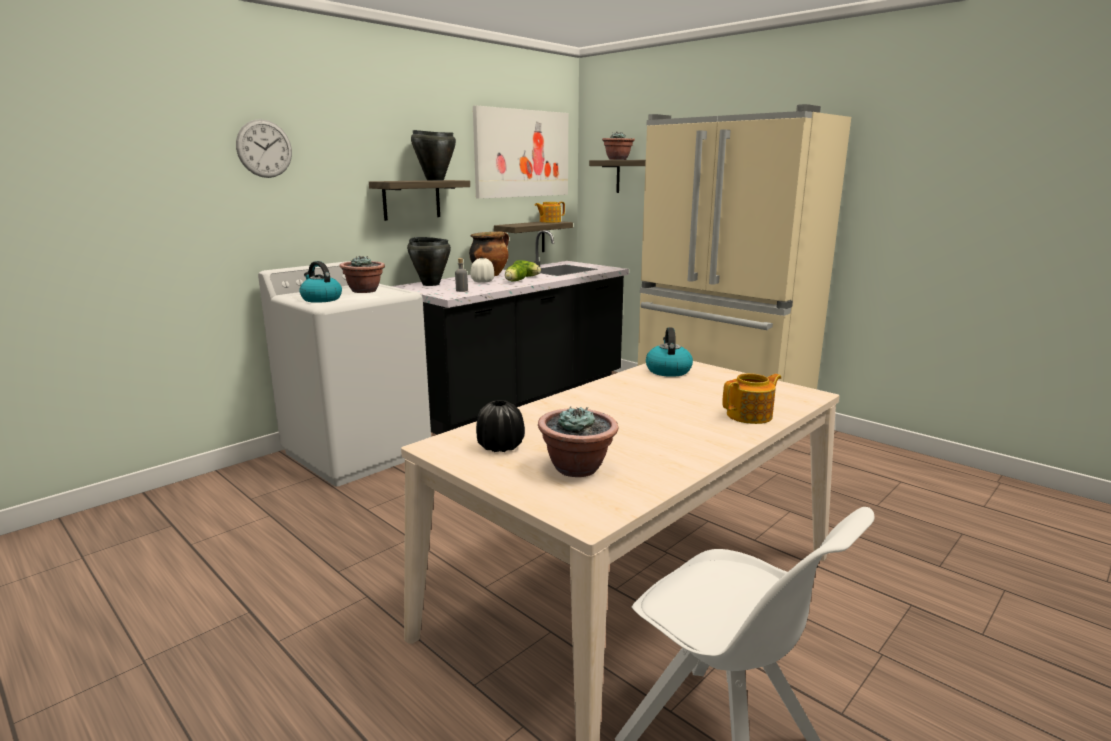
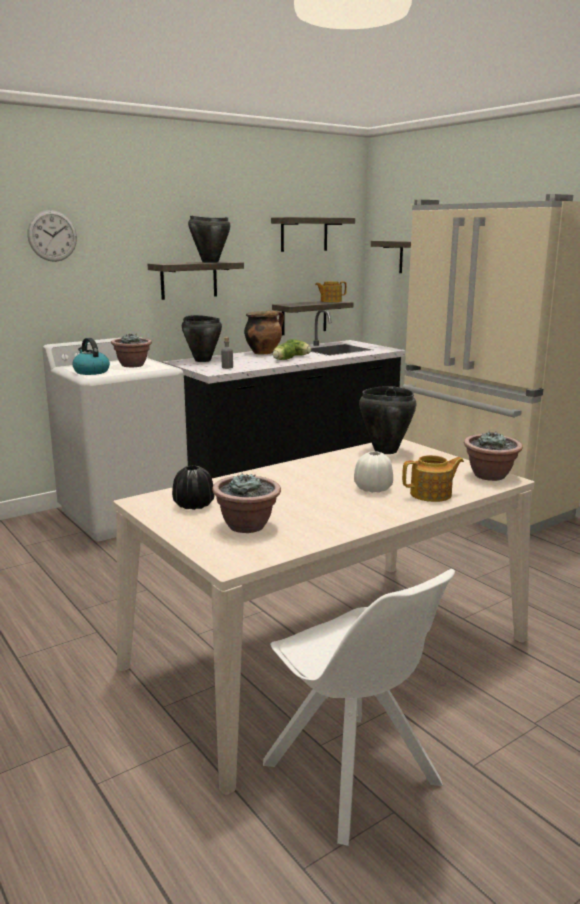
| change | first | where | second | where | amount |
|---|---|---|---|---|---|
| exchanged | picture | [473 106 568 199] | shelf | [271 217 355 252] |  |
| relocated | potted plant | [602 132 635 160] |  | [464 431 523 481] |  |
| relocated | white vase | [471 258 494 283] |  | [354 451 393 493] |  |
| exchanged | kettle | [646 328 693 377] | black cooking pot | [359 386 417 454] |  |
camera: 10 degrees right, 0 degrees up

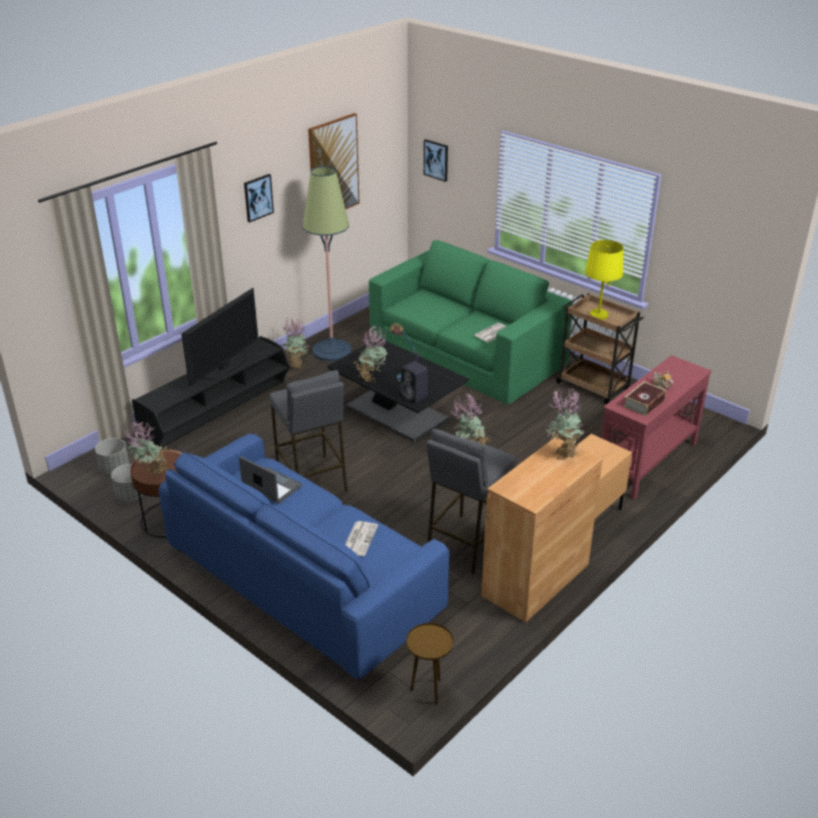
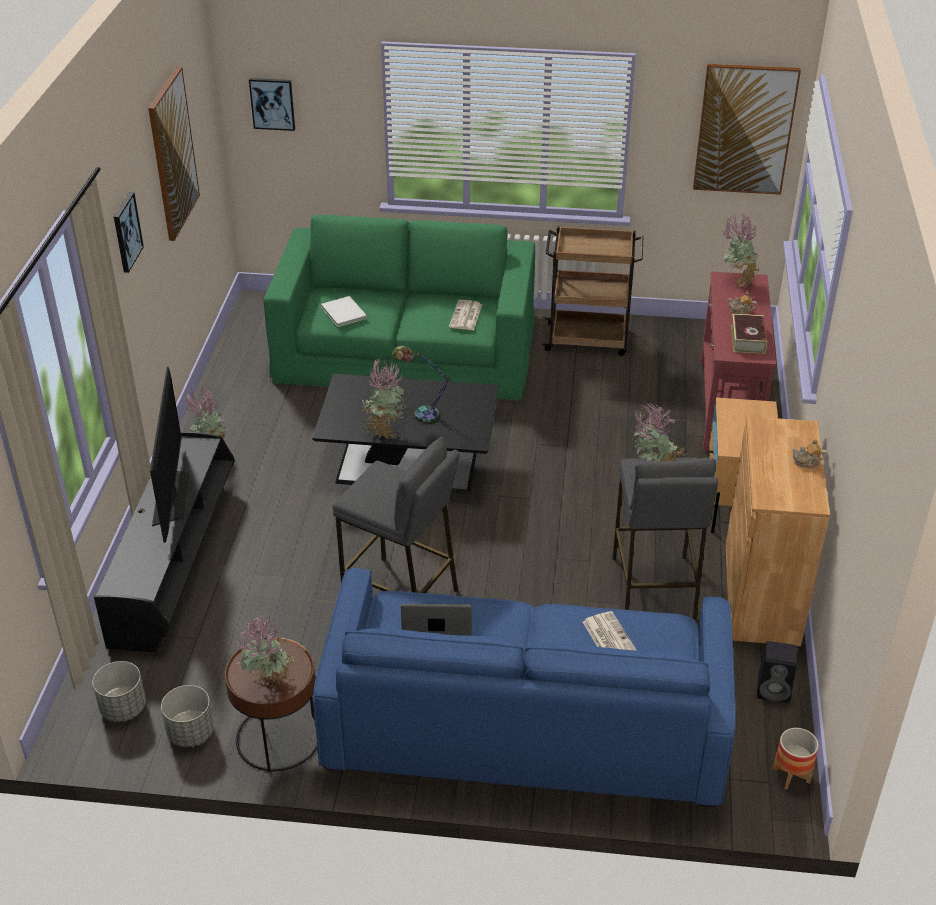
| change | first | where | second | where | amount |
|---|---|---|---|---|---|
| missing | floor lamp | [303 166 352 361] |  |  |  |
| missing | yellow table lamp | [585 240 623 320] |  |  |  |
| relocated | black speaker | [400 361 428 404] |  | [757 641 797 703] |  |
| relocated | potted plant | [546 388 584 459] |  | [721 213 760 290] |  |
| exchanged | brown side table | [406 623 454 705] | planter | [773 728 819 790] |  |
| appeared |  |  | picture | [693 64 801 195] |  |
| appeared |  |  | white book | [321 296 367 327] |  |
| appeared |  |  | teapot | [792 439 827 469] |  |
camera: 35 degrees left, 5 degrees up

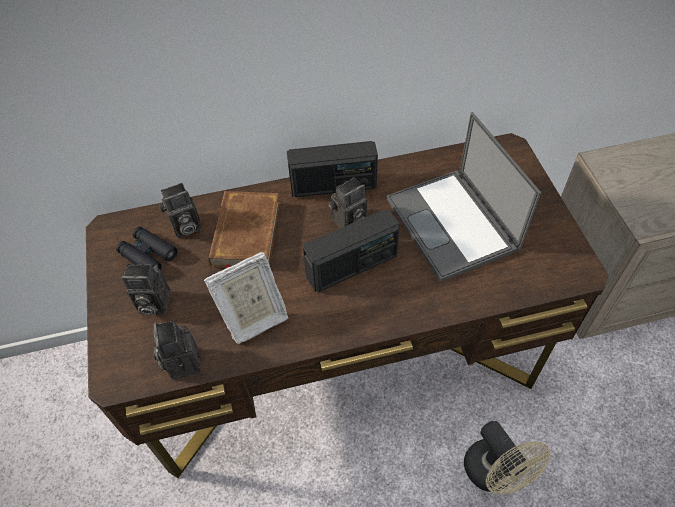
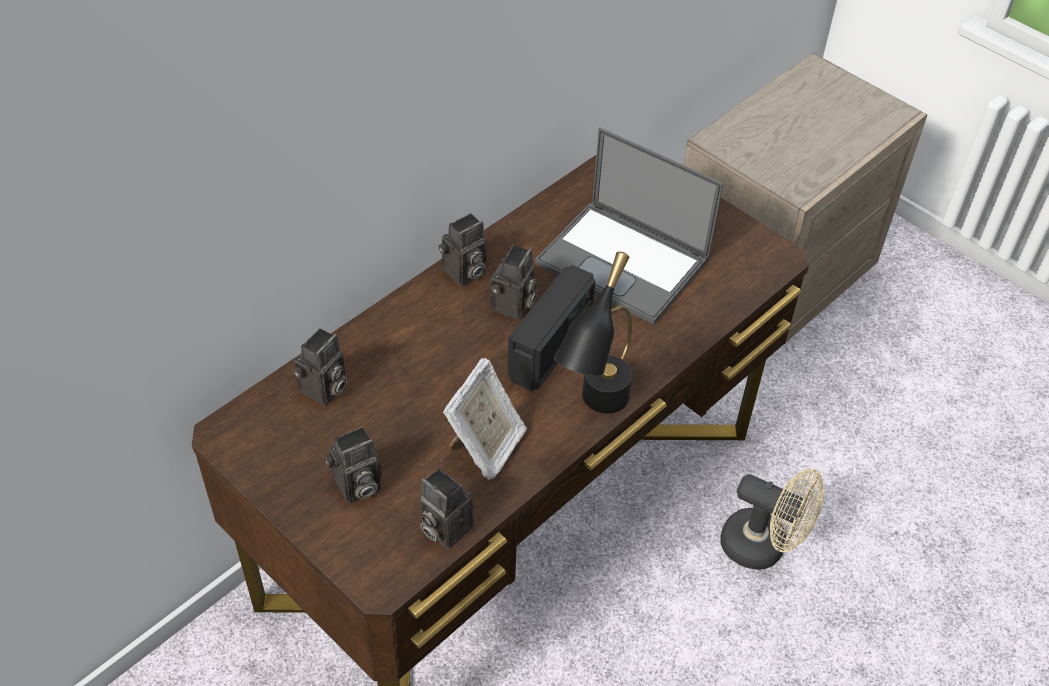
| change | first | where | second | where | amount |
|---|---|---|---|---|---|
| exchanged | radio | [287 141 378 197] | photo camera | [439 213 487 286] |  |
| missing | brown book | [208 191 280 269] |  |  |  |
| missing | black binoculars | [116 227 178 270] |  |  |  |
| appeared |  |  | black table lamp | [554 252 632 414] |  |
camera: 35 degrees left, 5 degrees down

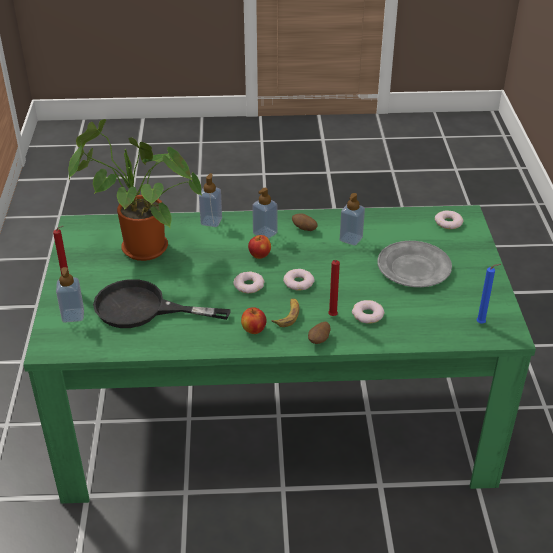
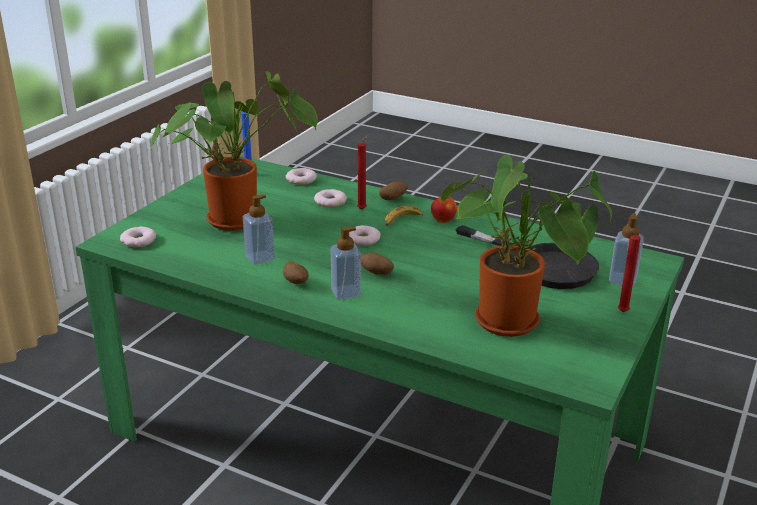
| change | first | where | second | where | amount |
|---|---|---|---|---|---|
| missing | soap dispenser | [199 173 222 227] |  |  |  |
| exchanged | apple | [248 235 271 259] | potato | [361 252 394 275] |  |
| exchanged | grey plate | [377 241 452 287] | potted plant | [151 71 317 231] |  |
| relocated | donut | [233 271 264 293] |  | [285 168 317 185] |  |
camera: 150 degrees left, 10 degrees down

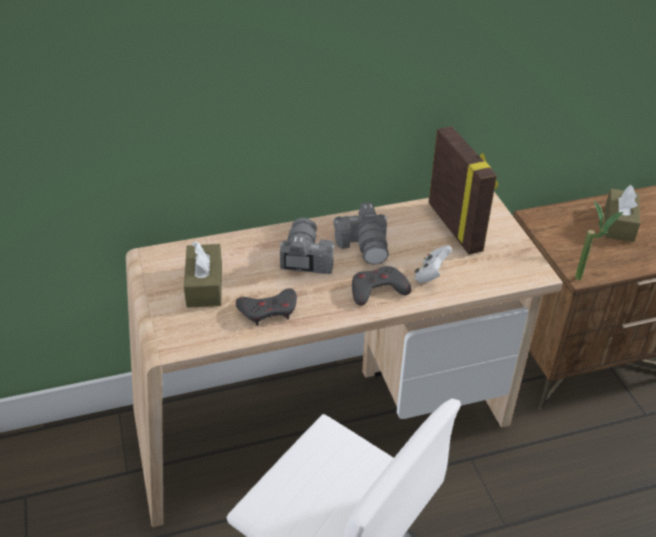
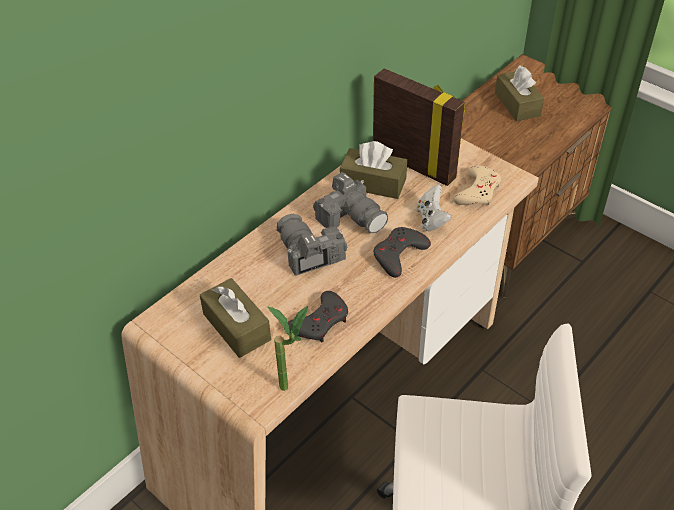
| change | first | where | second | where | amount |
|---|---|---|---|---|---|
| relocated | potted plant | [575 200 624 280] |  | [267 306 308 391] |  |
| appeared |  |  | brown tissue box | [340 141 407 199] |  |
| appeared |  |  | beige game controller | [453 165 501 205] |  |
camera: 30 degrees left, 5 degrees up

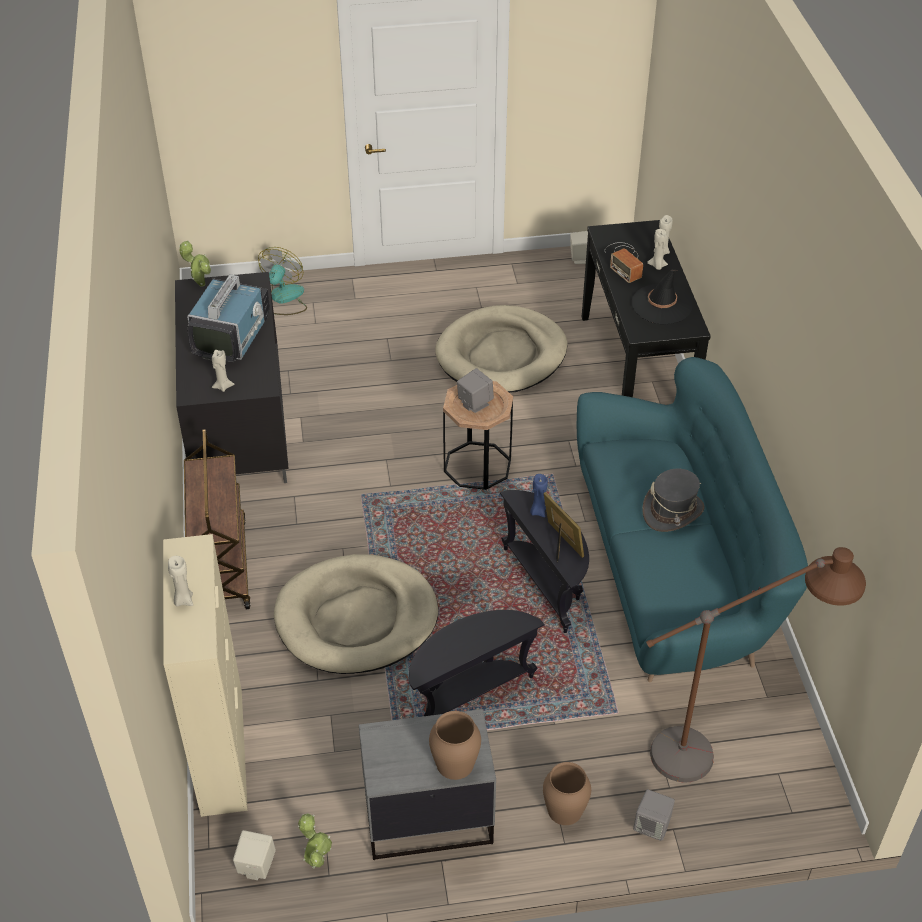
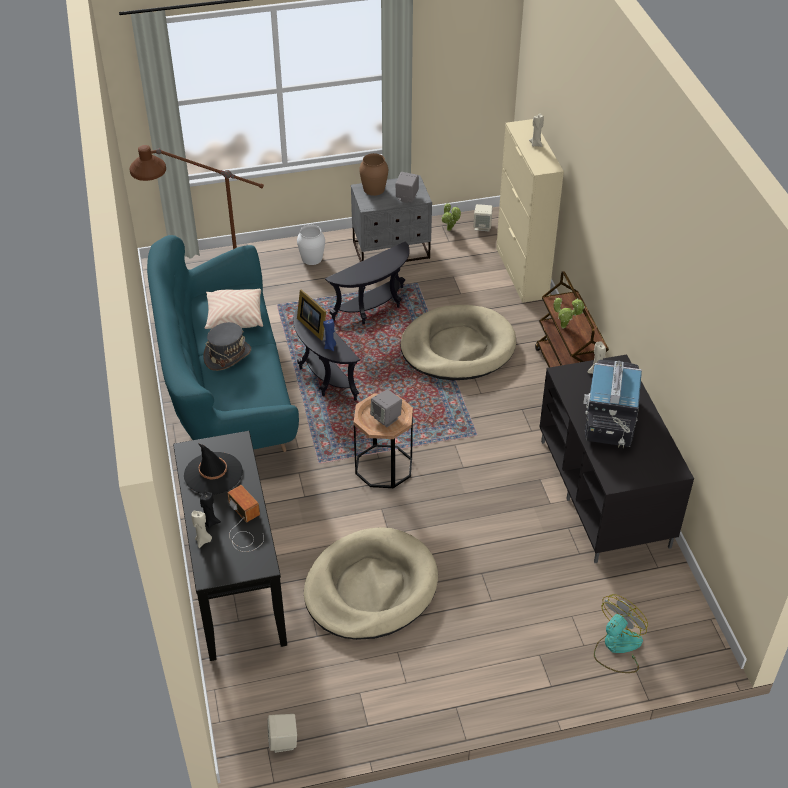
| change | first | where | second | where | amount |
|---|---|---|---|---|---|
| colour | beige candle | [647 229 668 270] | black candle | [200 491 221 528] |  |
| relocated | potted plant | [179 240 211 287] |  | [553 298 585 328] |  |
| spun | fan | [258 247 307 315] |  | [594 594 648 673] | 150 degrees counterclockwise |
| colour | brown vase | [543 762 591 825] | white vase | [297 225 325 265] |  |
| relocated | grey speaker | [633 789 675 841] |  | [396 172 419 203] |  |
| appeared |  |  | beige pillow | [205 289 263 329] |  |
camera: 175 degrees right, 0 degrees up

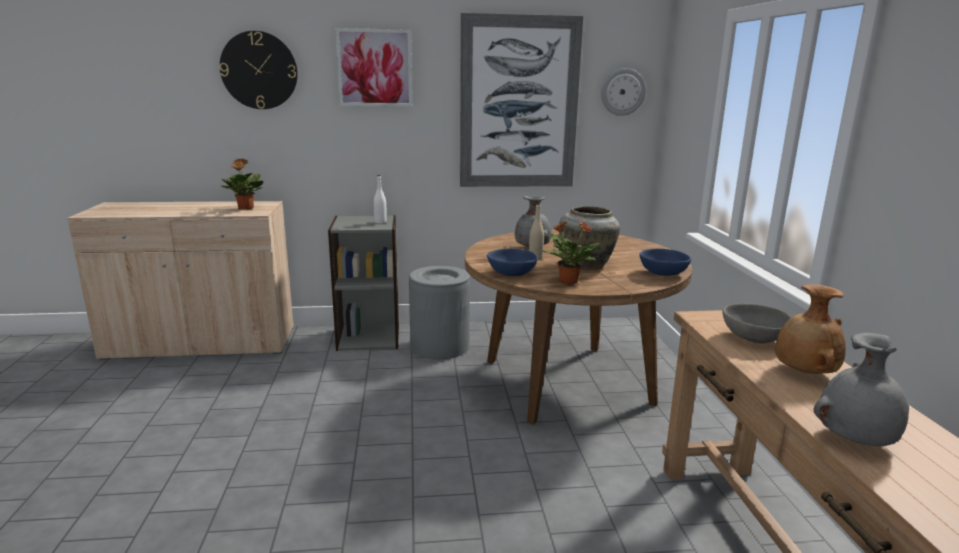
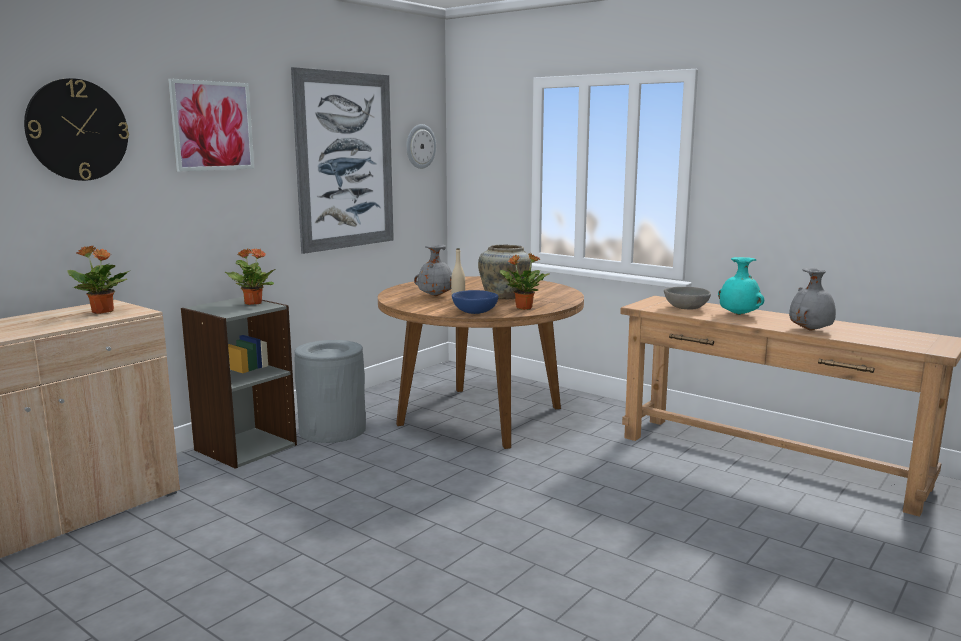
| change | first | where | second | where | amount |
|---|---|---|---|---|---|
| exchanged | white bottle | [374 175 387 224] | potted plant | [225 249 275 305] |  |
| missing | blue bowl | [639 249 691 276] |  |  |  |
| colour | brown vase | [775 284 846 374] | turquoise vase | [718 257 764 315] |  |
camera: 45 degrees left, 5 degrees down

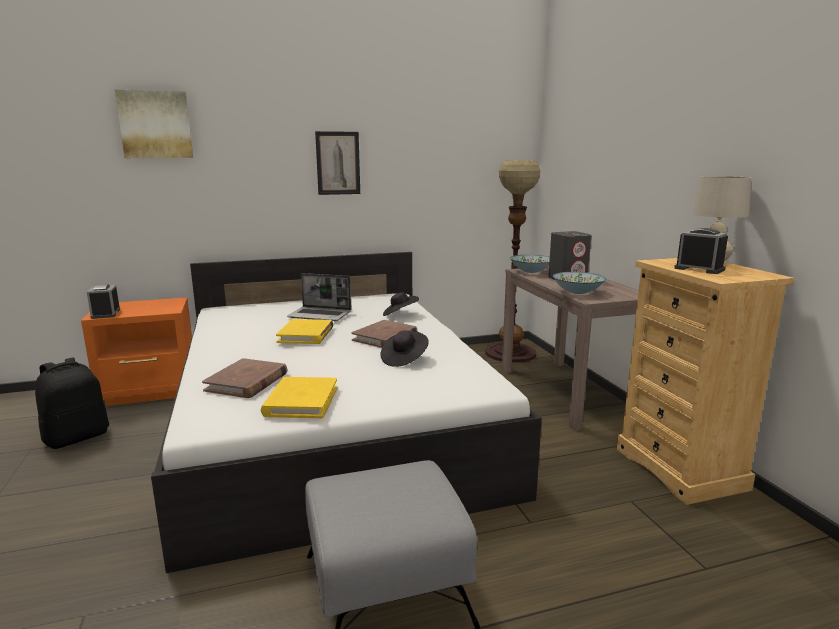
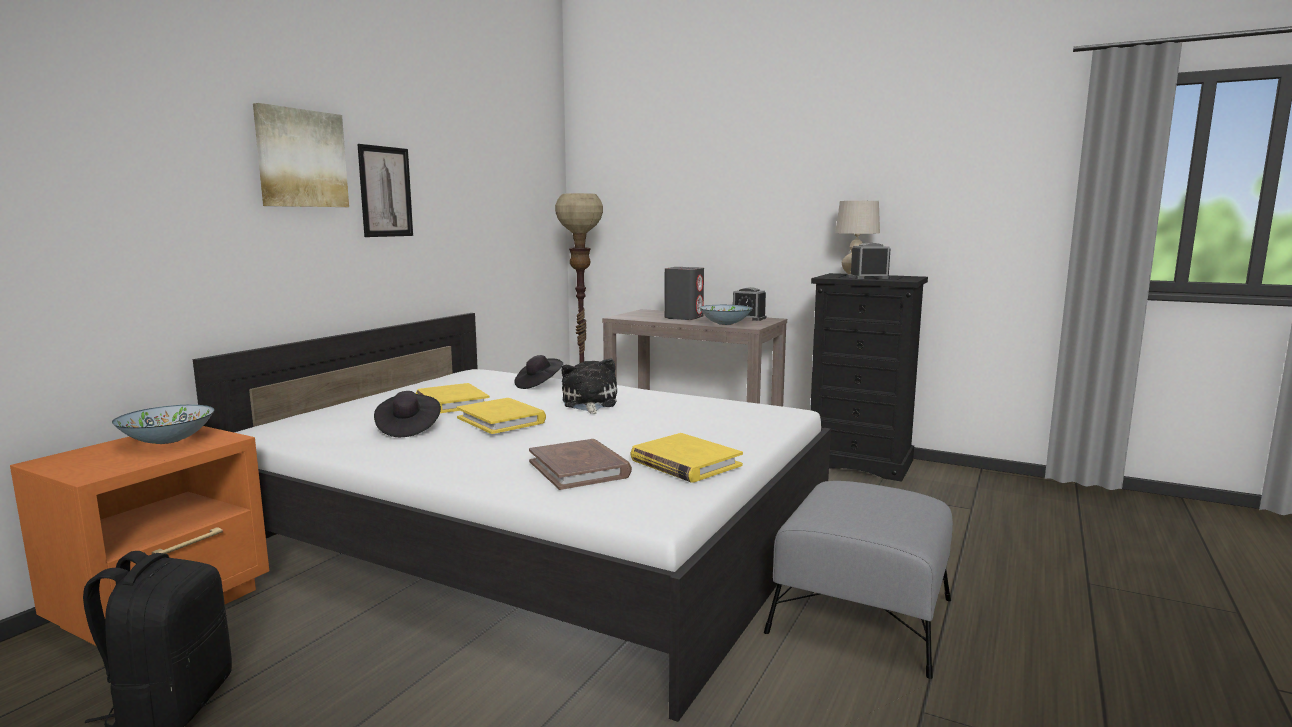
| change | first | where | second | where | amount |
|---|---|---|---|---|---|
| relocated | picture | [115 90 193 158] |  | [253 103 349 207] |  |
| relocated | bowl | [510 255 550 273] |  | [112 405 214 444] |  |
| colour | beige dresser | [617 258 795 505] | black dresser | [810 273 928 482] |  |
| exchanged | laptop | [287 273 351 321] | yellow book | [416 383 490 413] |  |
| relocated | alarm clock | [87 285 120 319] |  | [733 287 766 321] |  |
| exchanged | brown book | [352 320 418 348] | plush toy | [562 358 617 414] |  |
| relocated | black hat | [380 330 429 367] |  | [374 391 441 437] |  |
camera: 45 degrees left, 5 degrees down

